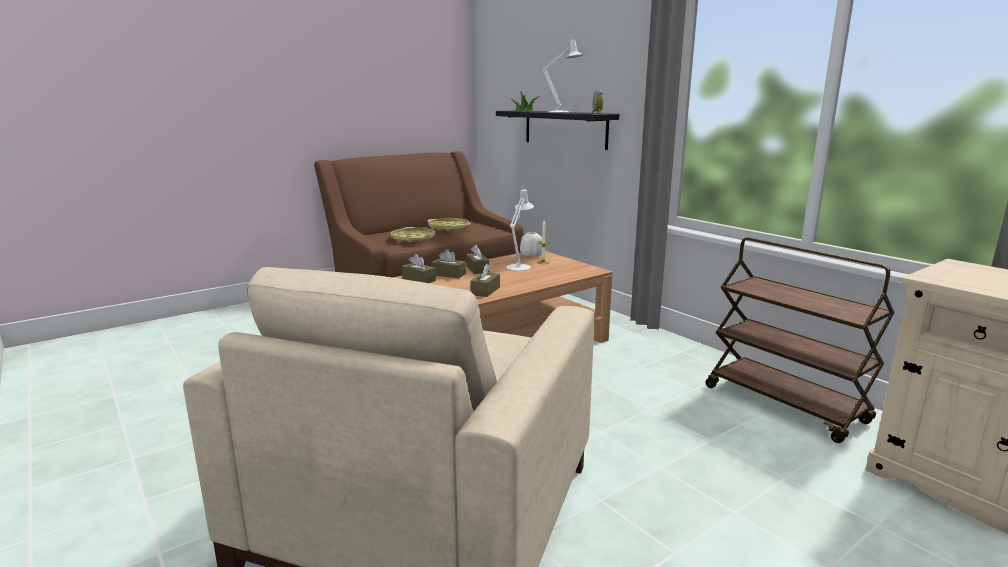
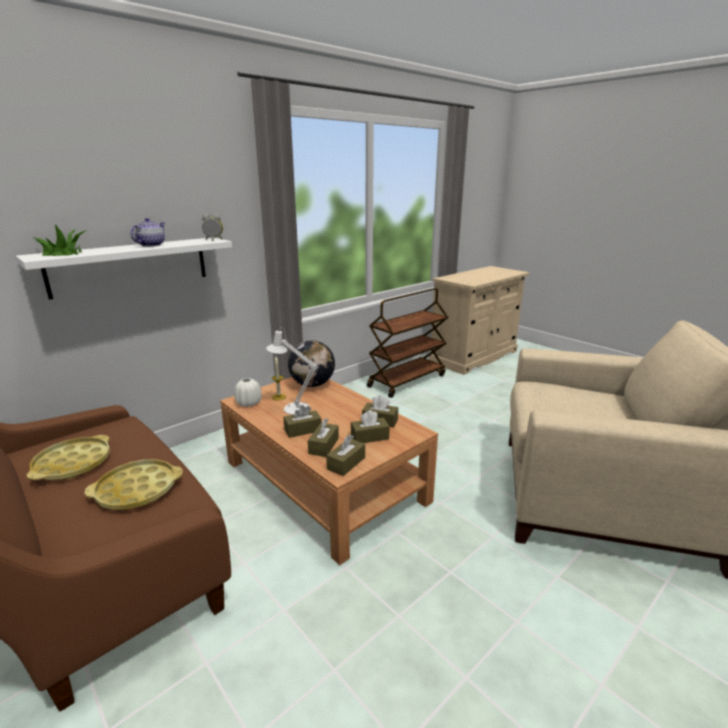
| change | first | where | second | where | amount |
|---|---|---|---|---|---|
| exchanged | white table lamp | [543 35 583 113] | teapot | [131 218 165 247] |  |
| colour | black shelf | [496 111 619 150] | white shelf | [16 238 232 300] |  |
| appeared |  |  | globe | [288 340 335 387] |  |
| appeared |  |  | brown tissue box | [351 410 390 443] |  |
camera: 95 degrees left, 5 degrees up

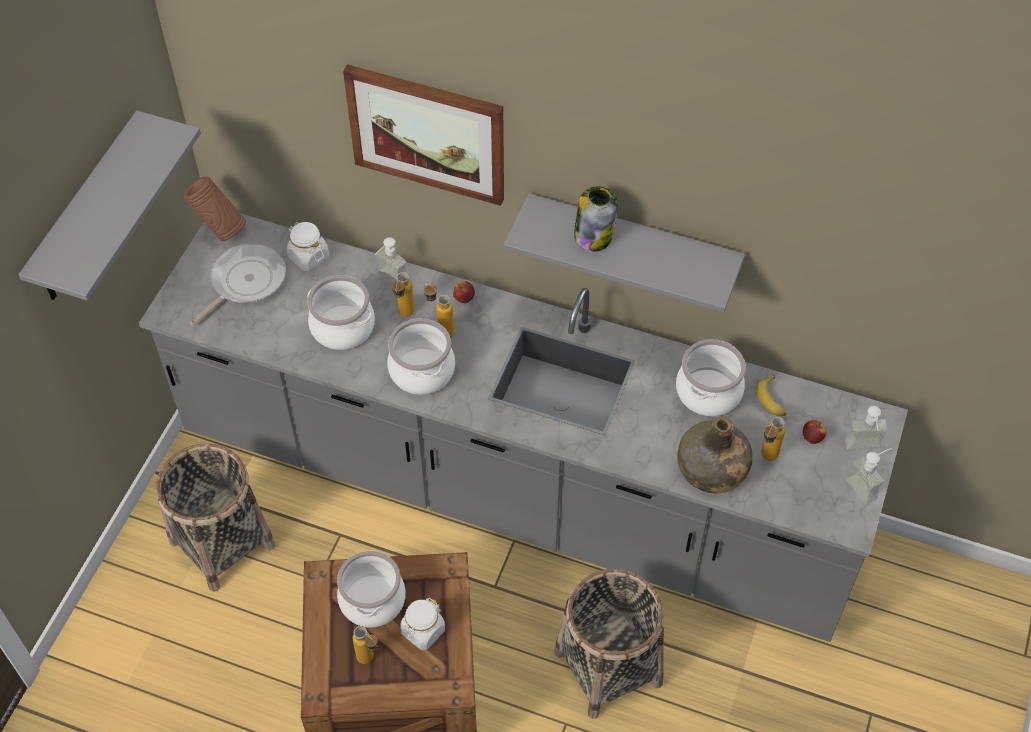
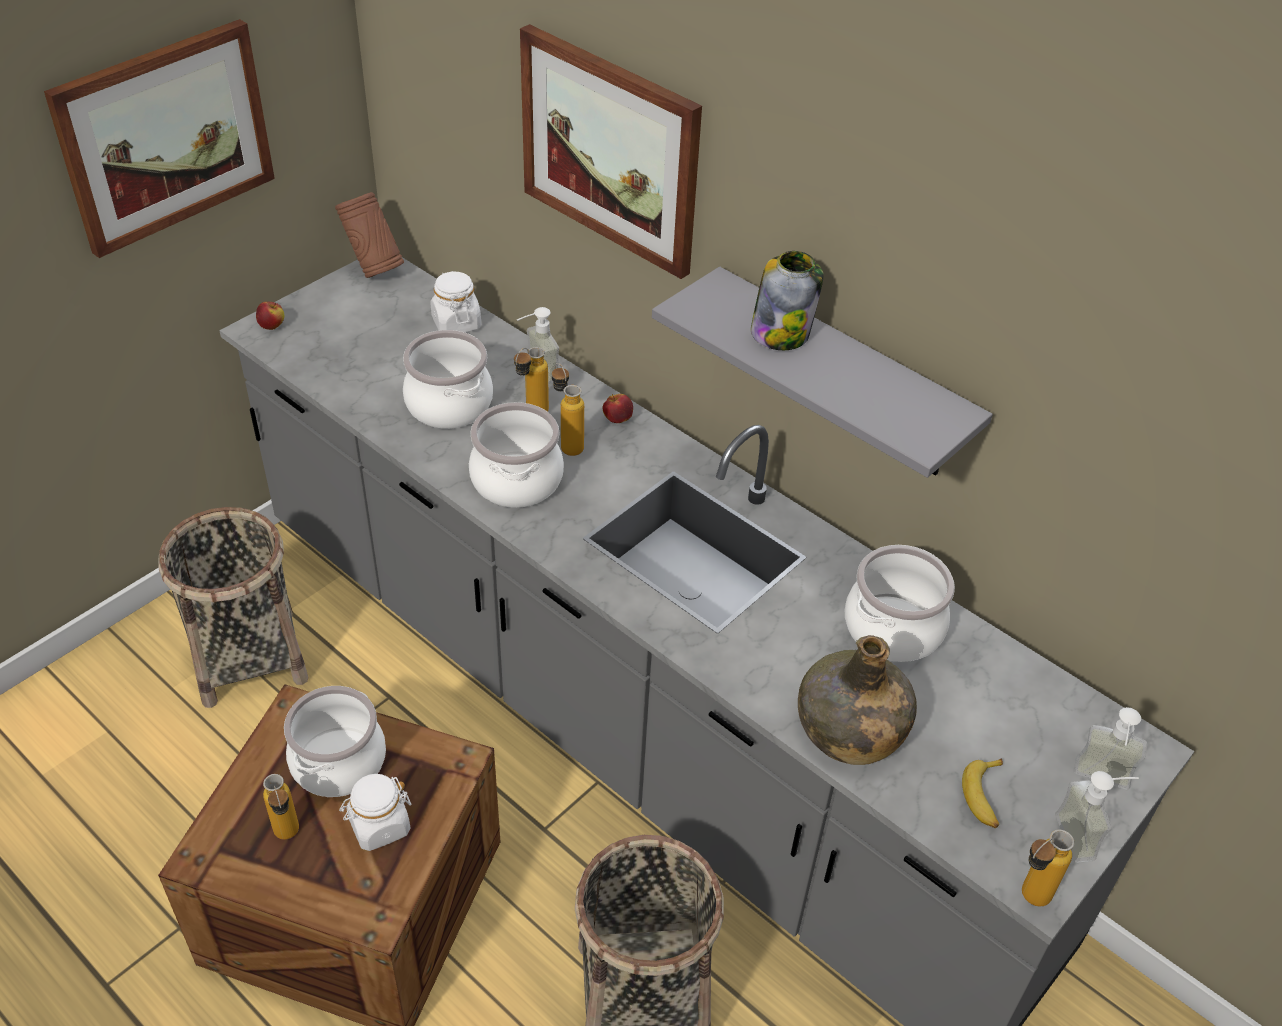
| change | first | where | second | where | amount |
|---|---|---|---|---|---|
| exchanged | grey shelf | [18 110 201 301] | picture | [44 19 275 258] |  |
| missing | frying pan | [190 243 286 326] |  |  |  |
| relocated | banana | [756 374 786 416] |  | [962 758 1003 828] |  |
| relocated | bottle | [761 417 785 461] |  | [1022 830 1074 906] |  |
| relocated | apple | [803 420 826 444] |  | [256 302 284 330] |  |
camera: 20 degrees right, 10 degrees down

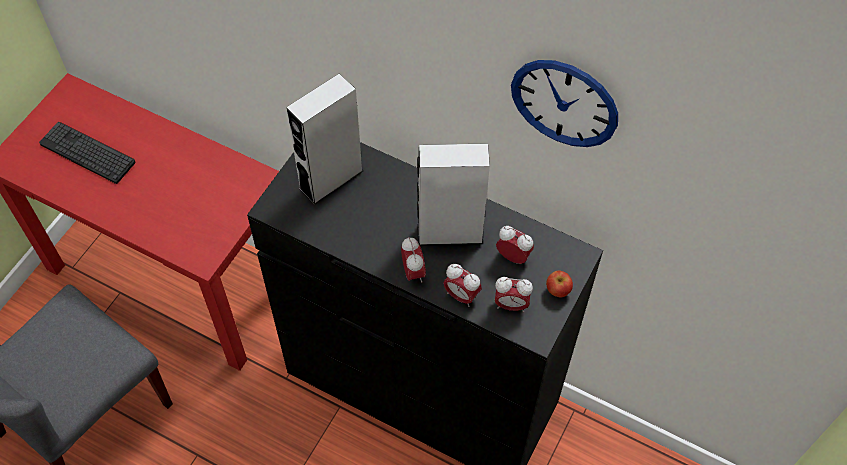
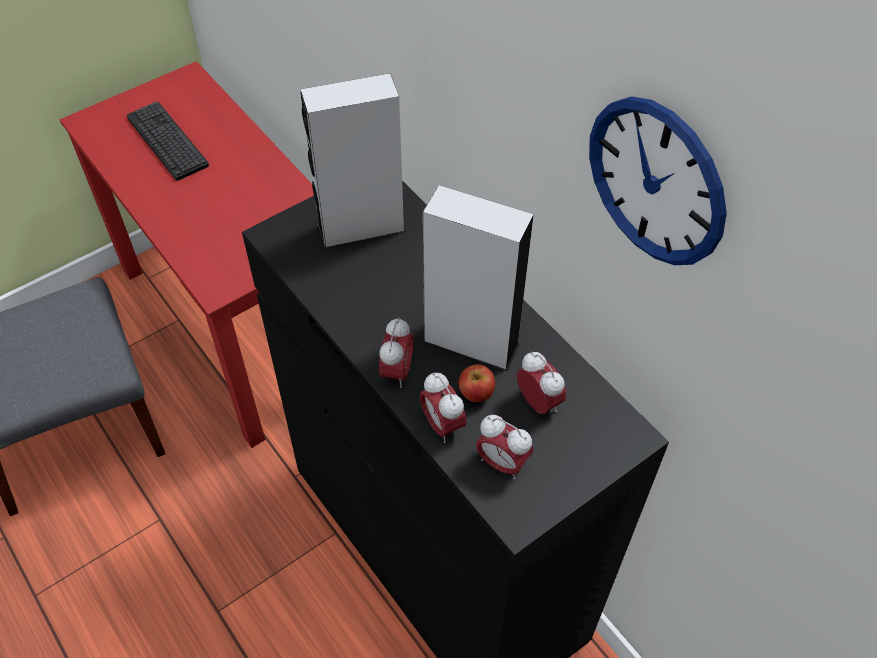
| change | first | where | second | where | amount |
|---|---|---|---|---|---|
| relocated | apple | [546 271 573 297] |  | [459 364 495 402] |  |
camera: 25 degrees right, 5 degrees down

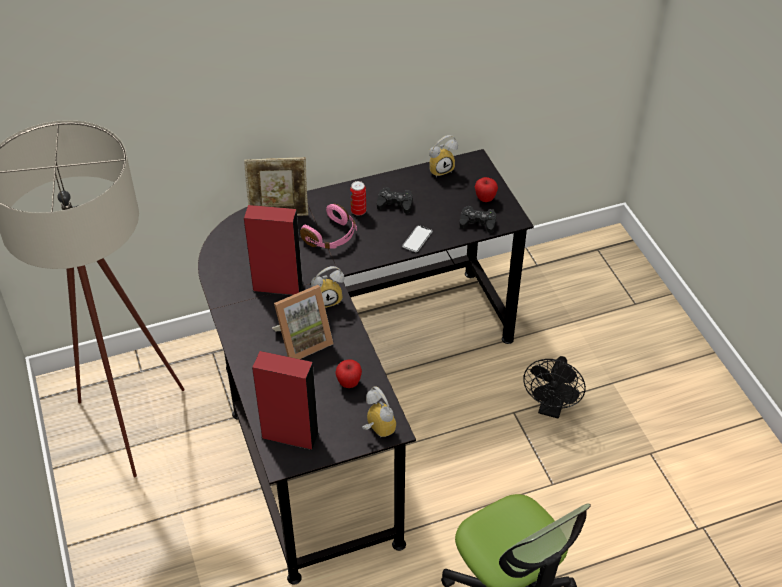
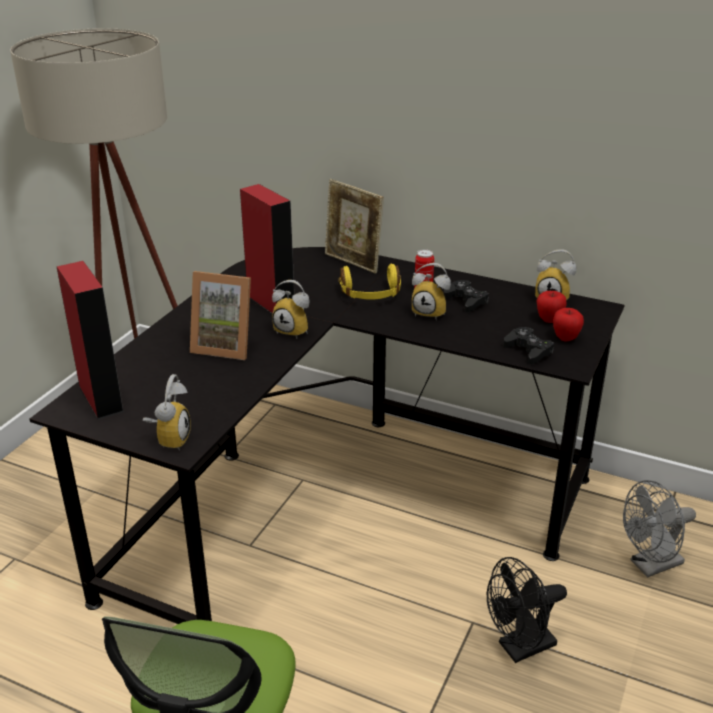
| change | first | where | second | where | amount |
|---|---|---|---|---|---|
| colour | pink headphones | [300 203 357 249] | yellow headphones | [339 264 401 300] |  |
| missing | phone | [402 225 433 252] |  |  |  |
| relocated | apple | [335 360 362 388] |  | [536 291 567 323] |  |
| appeared |  |  | alarm clock | [412 263 451 320] |  |
| appeared |  |  | grey fan | [623 480 696 577] |  |
camera: 45 degrees right, 15 degrees down

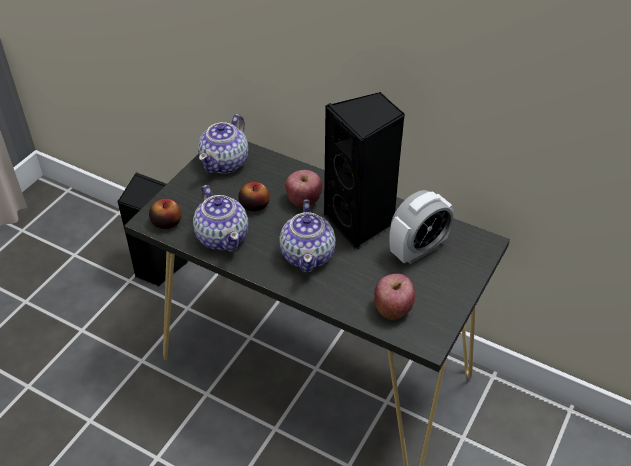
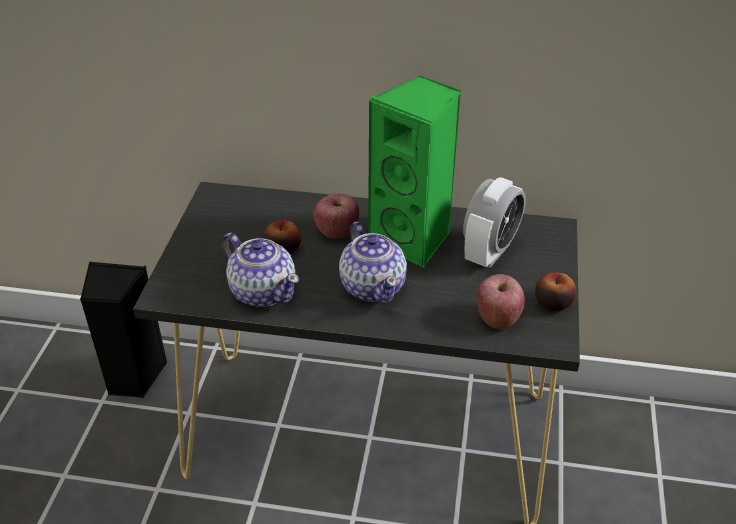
| change | first | where | second | where | amount |
|---|---|---|---|---|---|
| colour | black speaker | [324 92 405 250] | green speaker | [368 75 461 269] |  |
| missing | teapot | [198 114 248 173] |  |  |  |
| relocated | apple | [149 199 181 229] |  | [535 272 576 311] |  |
camera: 20 degrees left, 5 degrees down

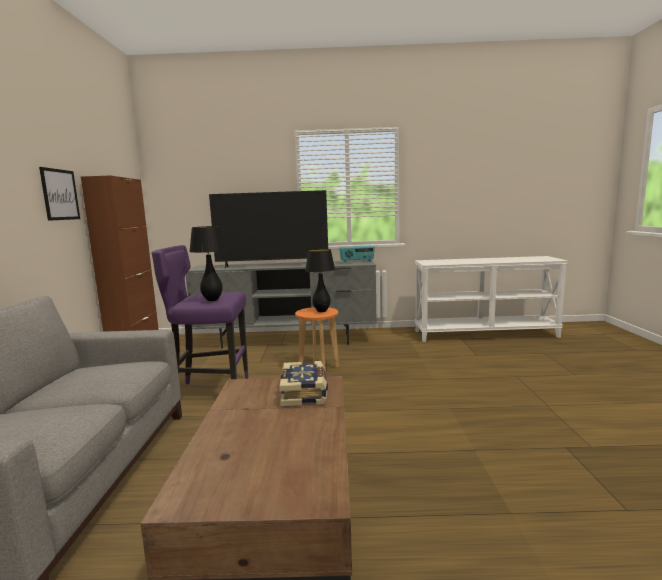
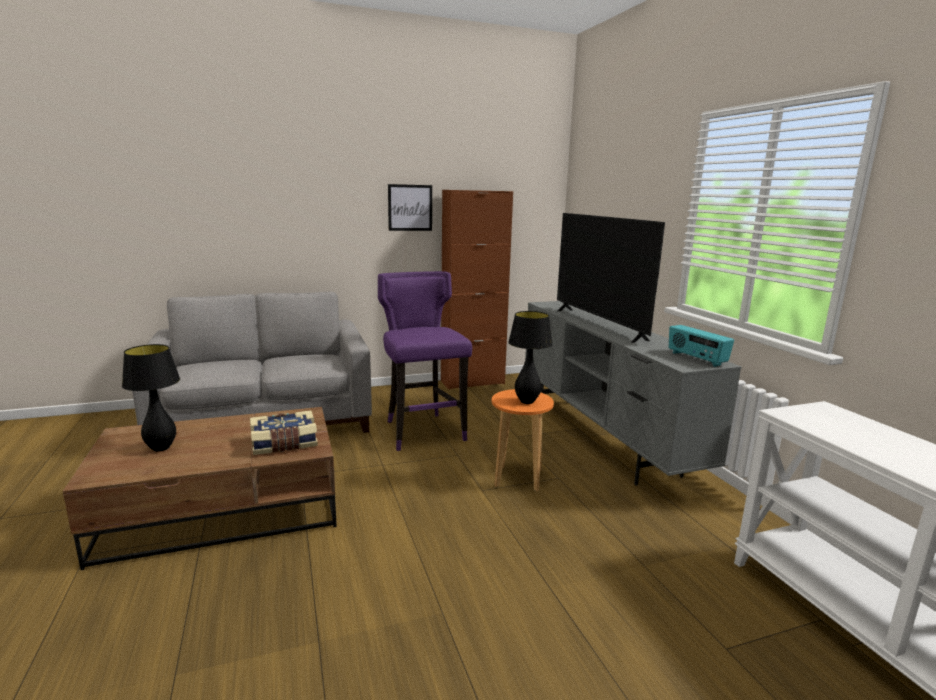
| change | first | where | second | where | amount |
|---|---|---|---|---|---|
| relocated | black table lamp | [189 226 226 301] |  | [122 344 180 452] |  |
camera: 70 degrees right, 5 degrees up

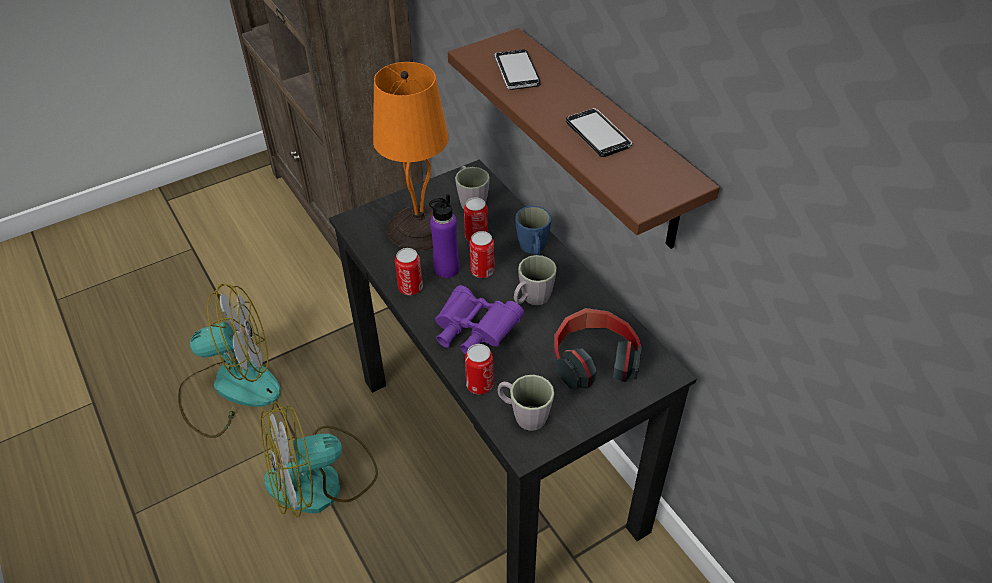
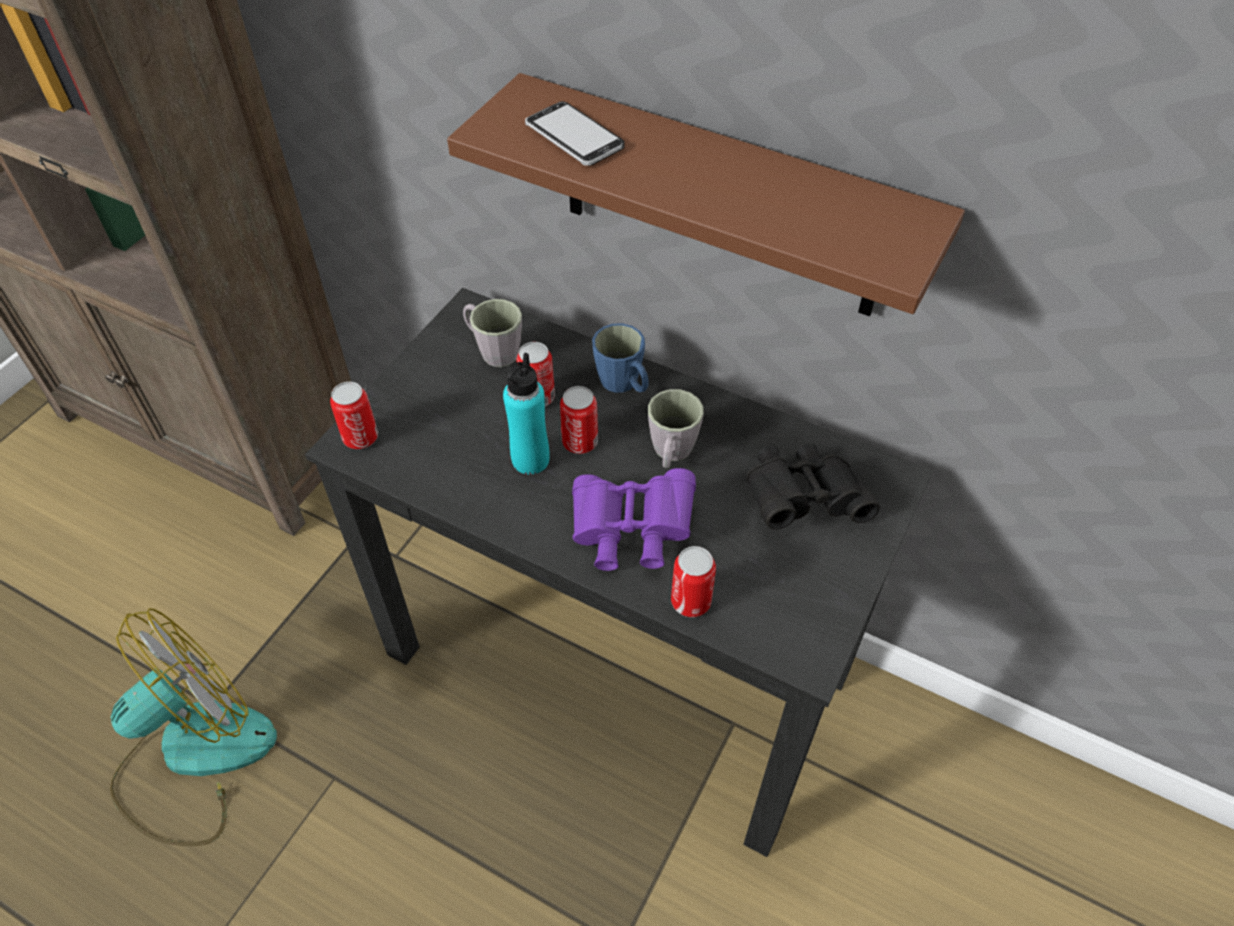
| change | first | where | second | where | amount |
|---|---|---|---|---|---|
| missing | orange table lamp | [373 62 448 251] |  |  |  |
| missing | phone | [566 108 632 157] |  |  |  |
| colour | purple bottle | [429 194 459 278] | turquoise bottle | [503 353 550 475] |  |
| relocated | can | [395 248 423 295] |  | [330 382 378 449] |  |
| exchanged | headphones | [554 308 642 389] | black binoculars | [746 443 880 529] |  |
| missing | grey mug | [498 375 554 431] |  |  |  |
| missing | fan | [261 401 378 517] |  |  |  |
camera: 30 degrees left, 5 degrees up

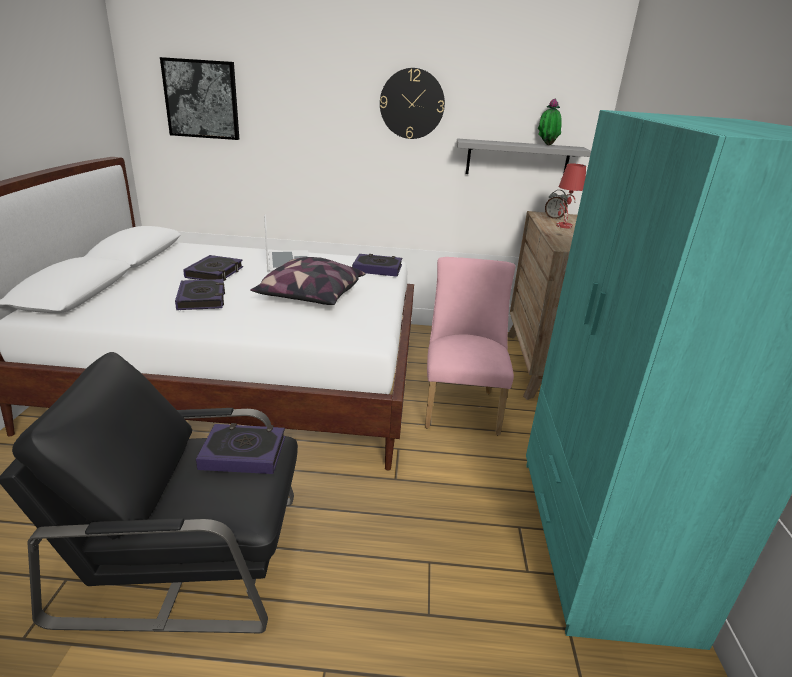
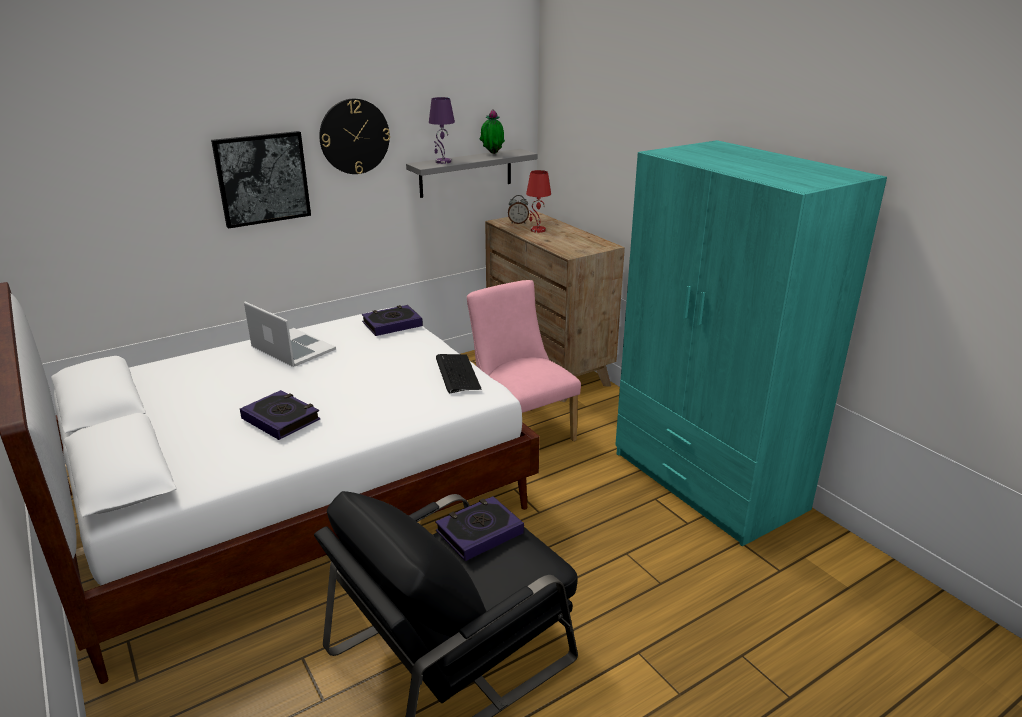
| change | first | where | second | where | amount |
|---|---|---|---|---|---|
| relocated | picture | [160 57 239 140] |  | [211 131 311 229] |  |
| missing | book | [183 255 243 281] |  |  |  |
| missing | pillow | [250 257 365 305] |  |  |  |
| appeared |  |  | purple table lamp | [429 97 455 164] |  |
| appeared |  |  | keyboard | [436 354 482 393] |  |
camera: 35 degrees left, 0 degrees up

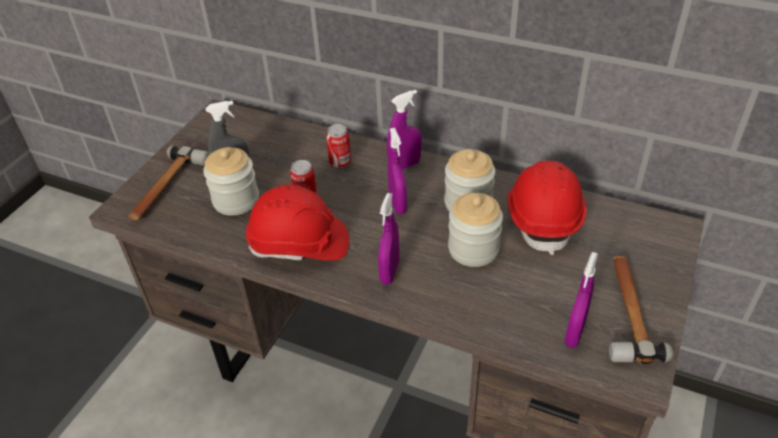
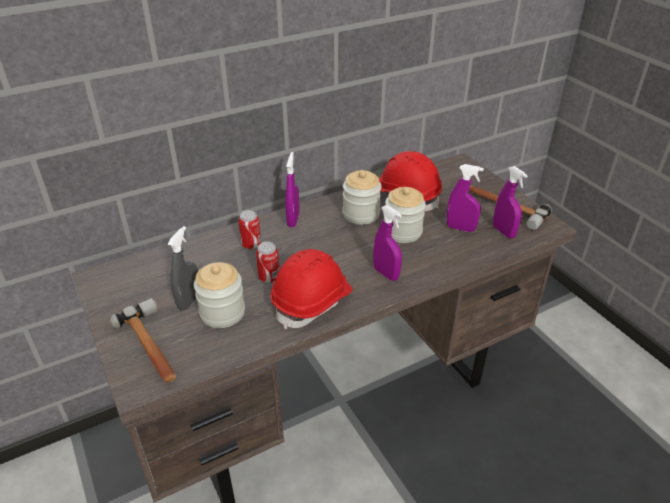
| change | first | where | second | where | amount |
|---|---|---|---|---|---|
| relocated | purple spray bottle | [388 128 407 214] |  | [447 164 484 232] |  |
camera: 55 degrees left, 5 degrees down

